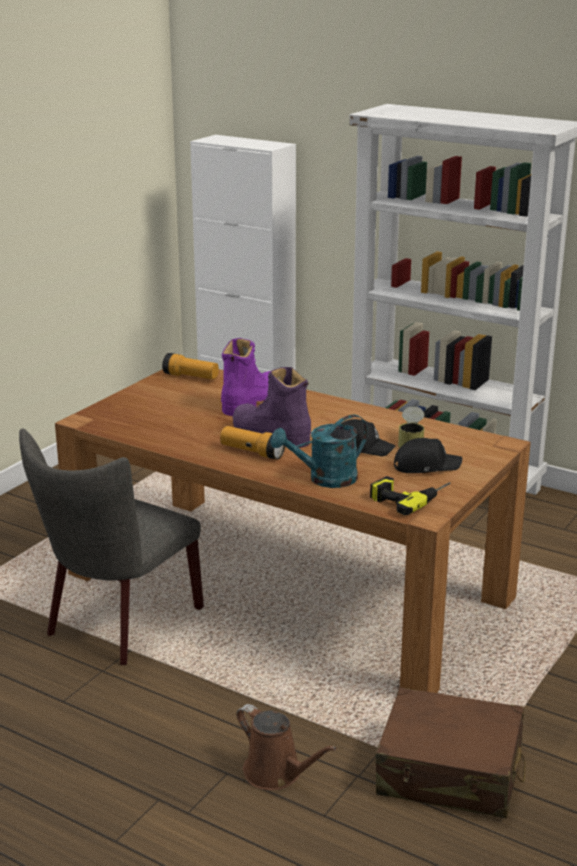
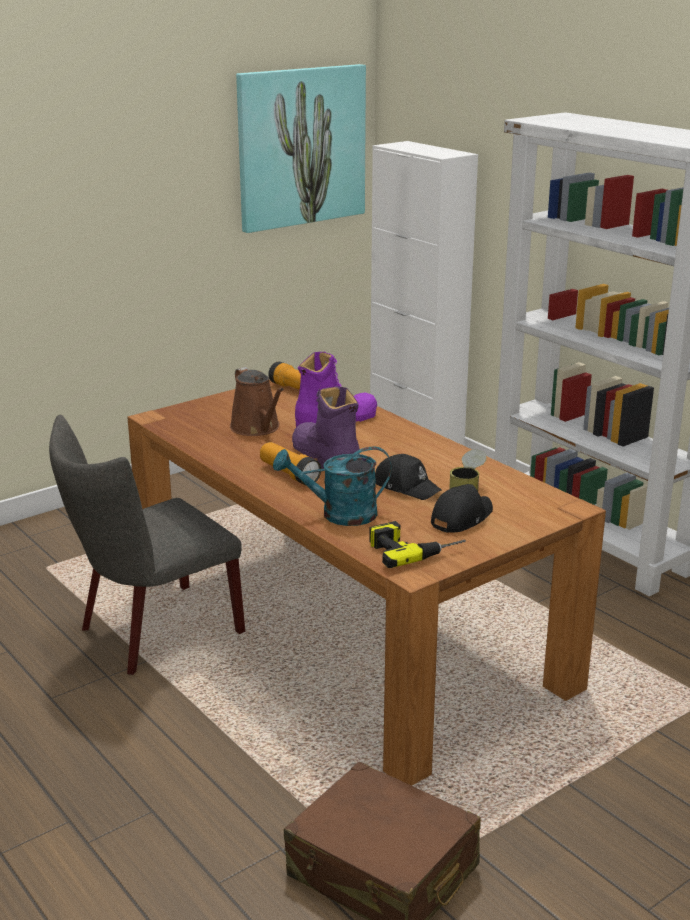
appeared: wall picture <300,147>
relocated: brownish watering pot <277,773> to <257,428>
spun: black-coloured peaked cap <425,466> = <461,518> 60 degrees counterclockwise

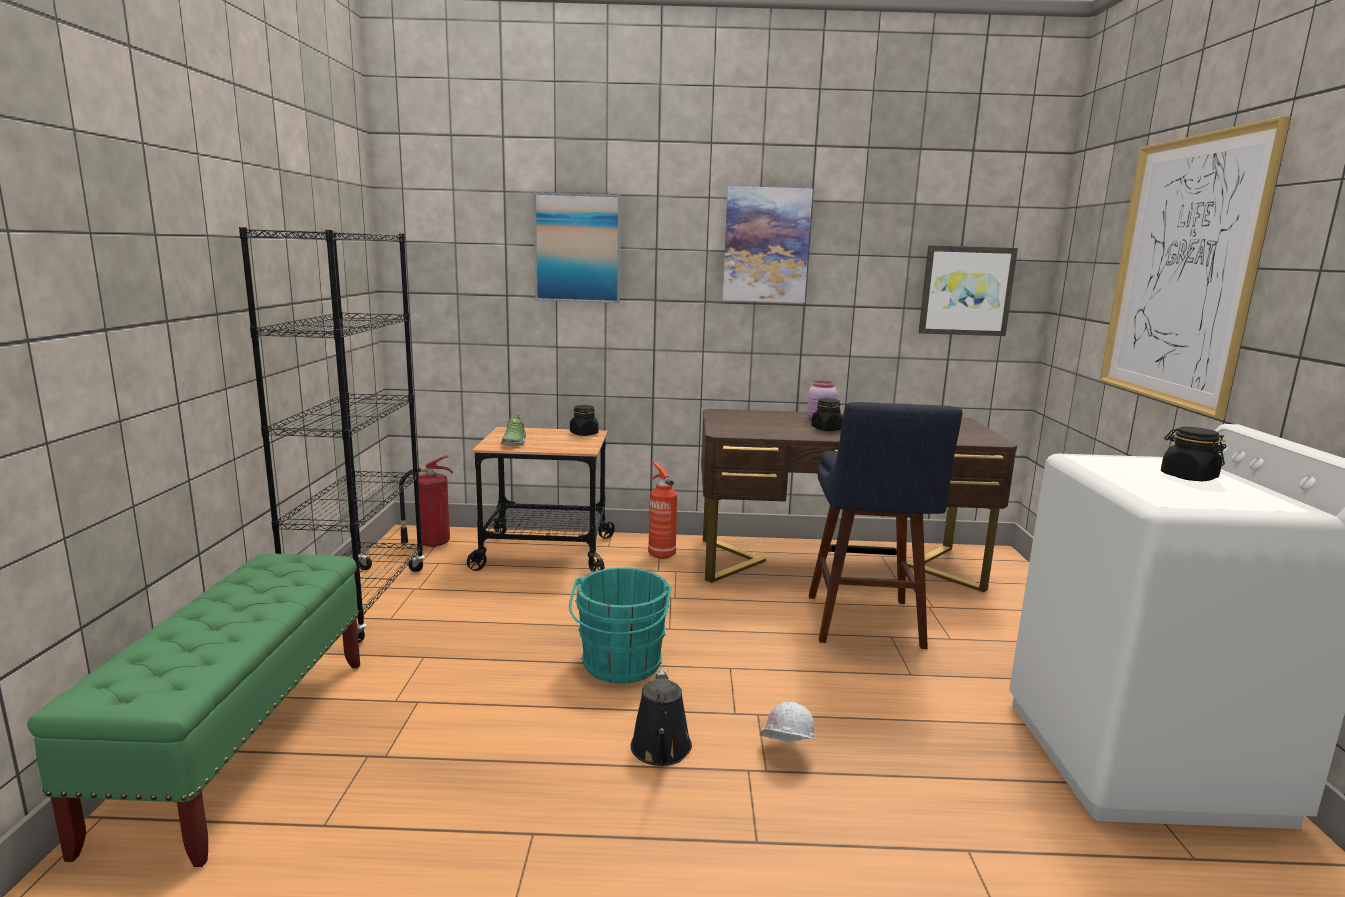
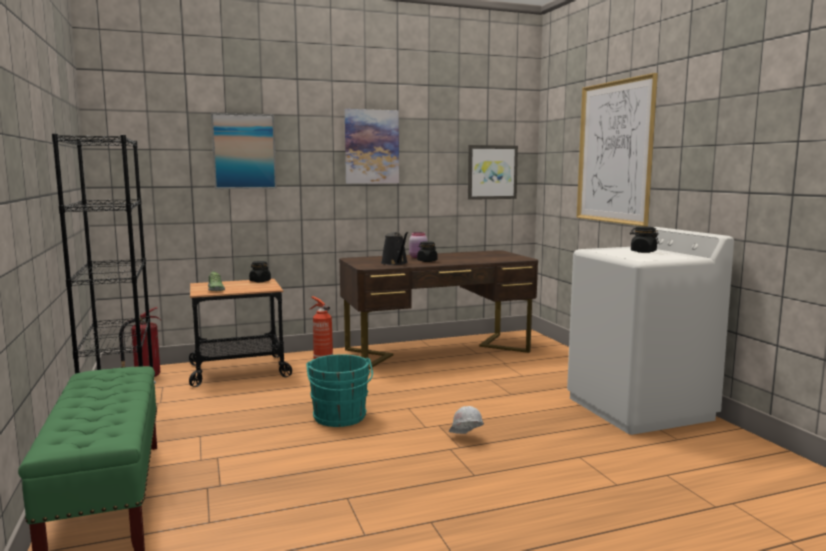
missing: blue stool <865,625>
relocated: black-coloured watering pot <661,751> to <395,263>

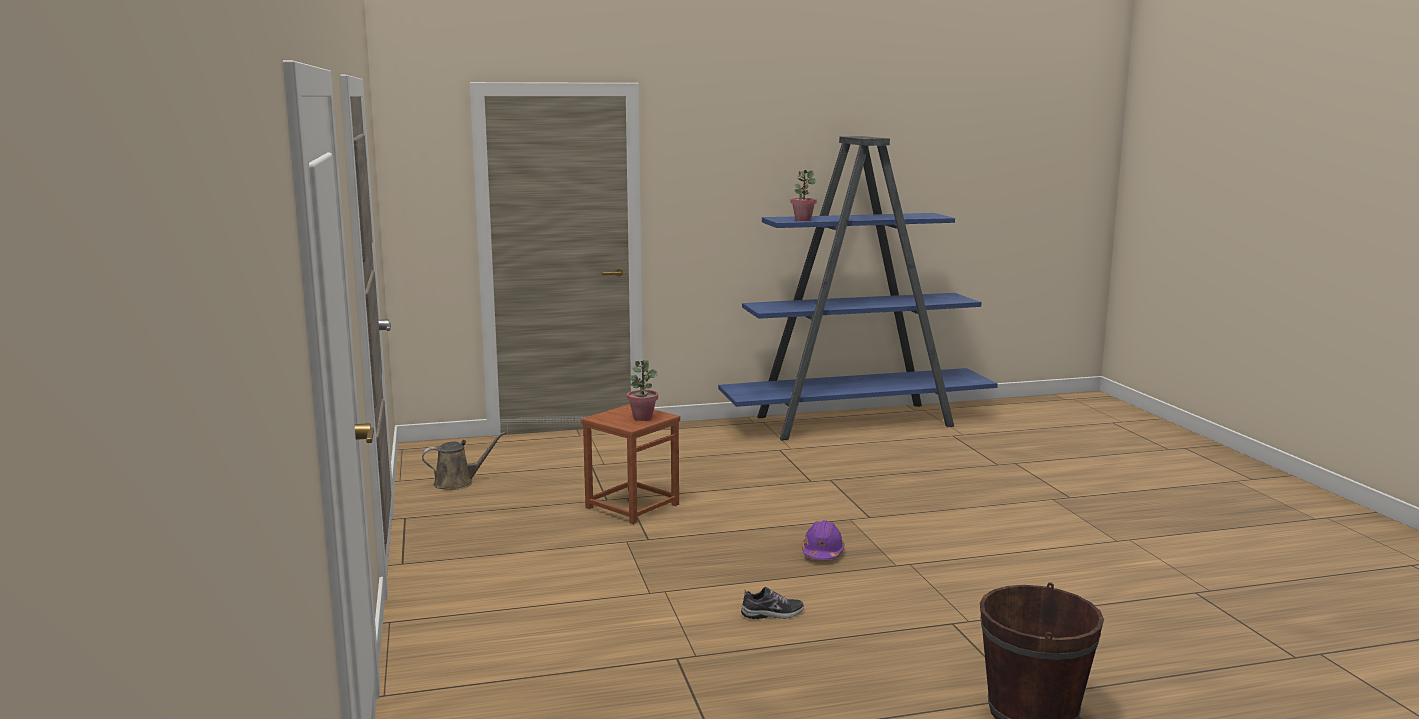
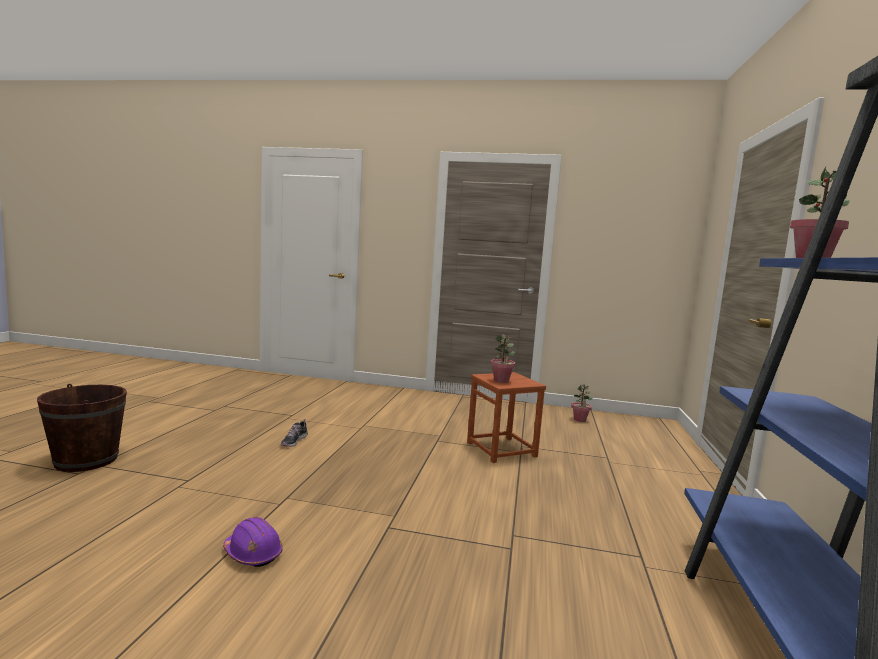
relocated: purplish safety helmet <822,553> to <253,553>
exchanged: brownish watering pot <458,483> to plant in a pot <580,420>

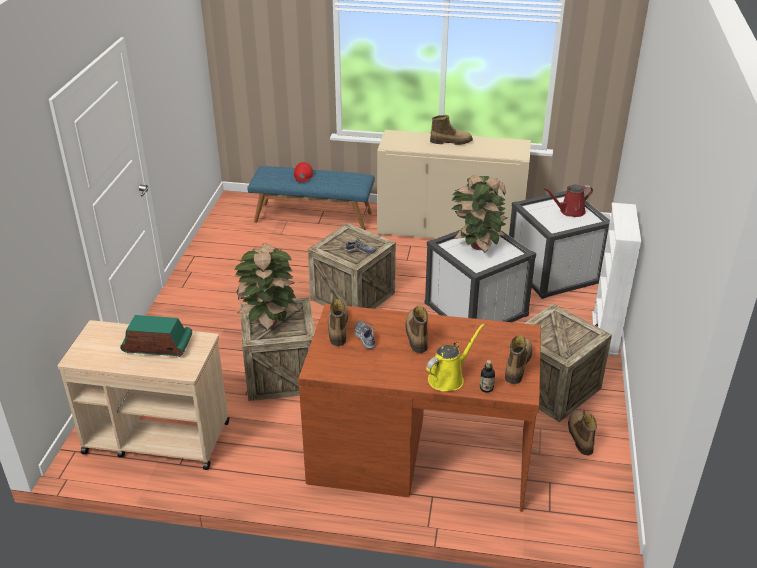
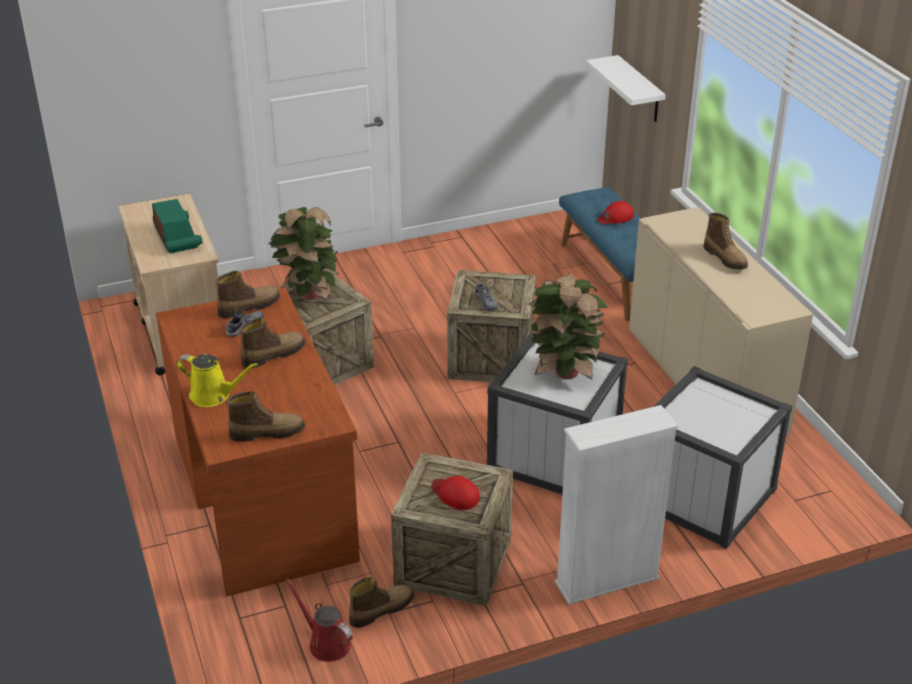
missing: drink bottle <486,388>
appeared: reddish peaked cap <455,494>; whitish bracket shelf <640,90>
relocated: reddish watering pot <570,211> to <326,643>

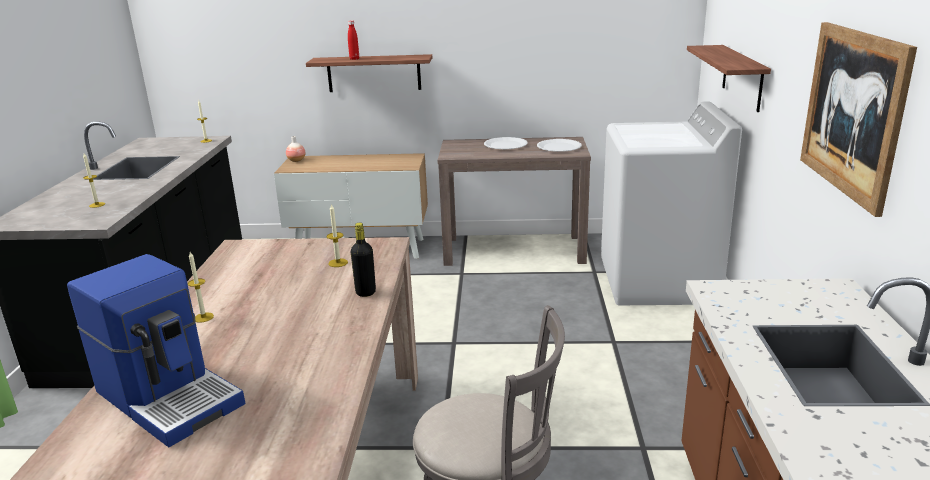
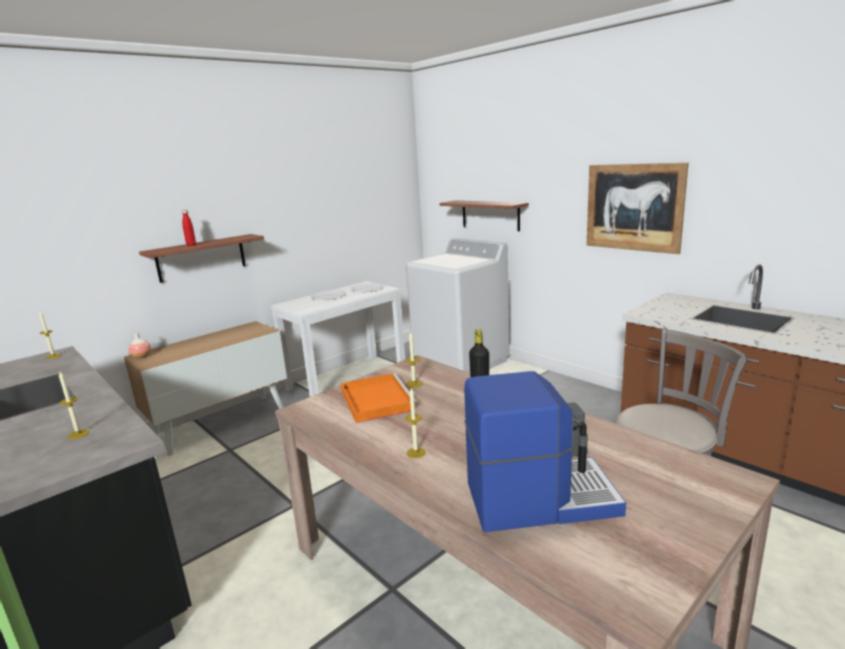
appeared: orange tray <376,400>
colour: brownish console table <514,250> to whitish console table <347,378>

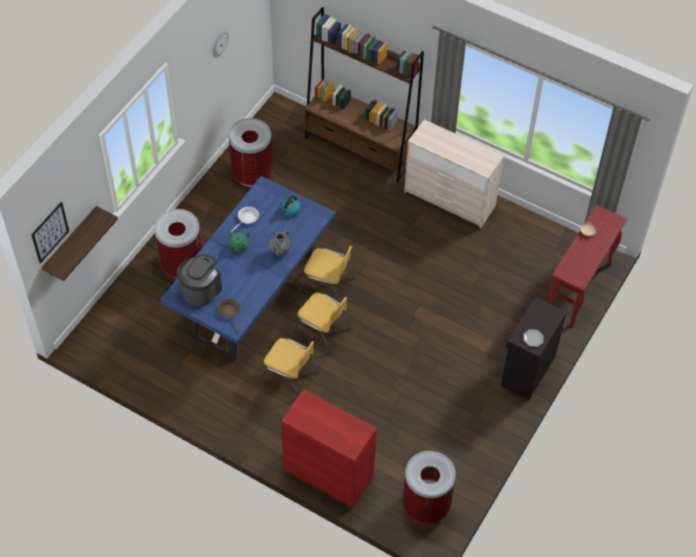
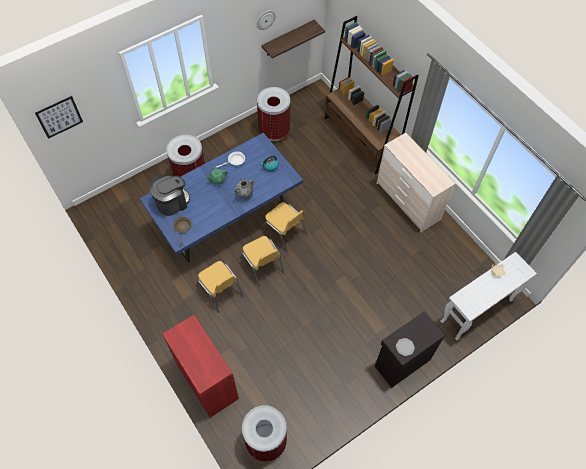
relocated: bracket shelf <71,243> to <288,38>
colour: reddish console table <579,288> to whitish console table <476,311>

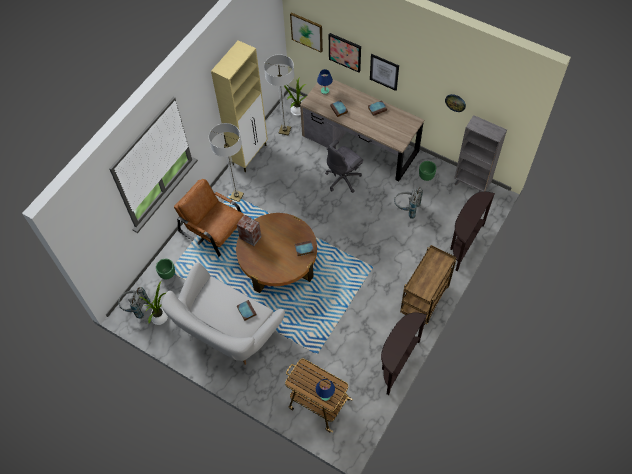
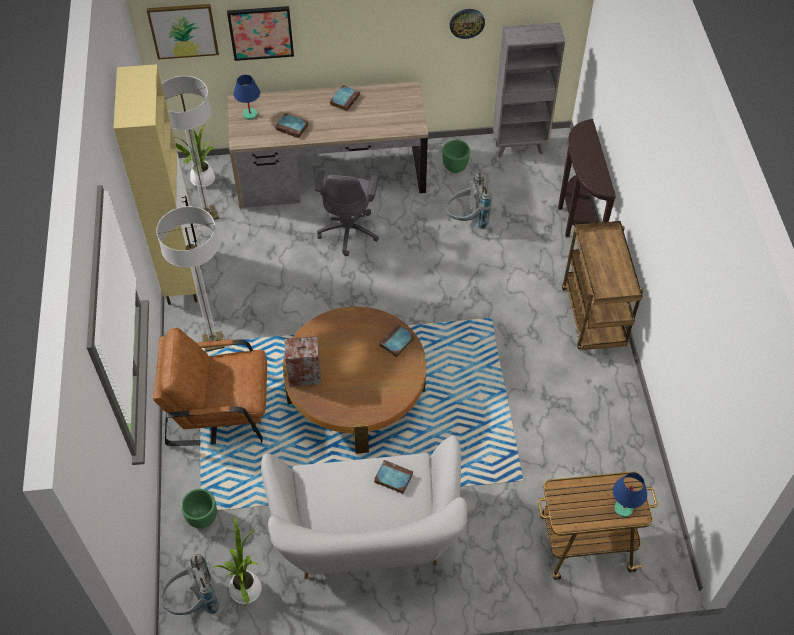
missing: wall picture <384,72>; brownish console table <396,363>

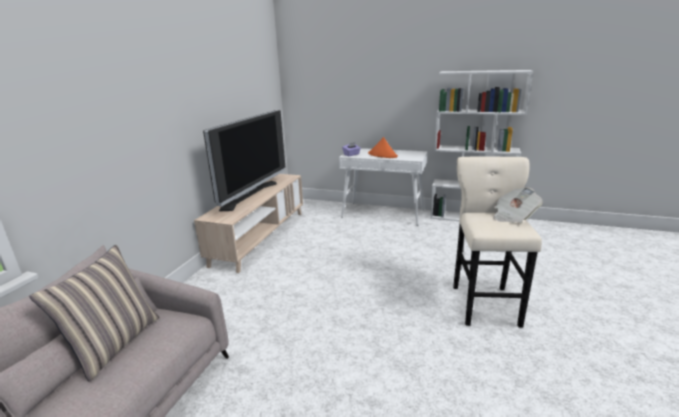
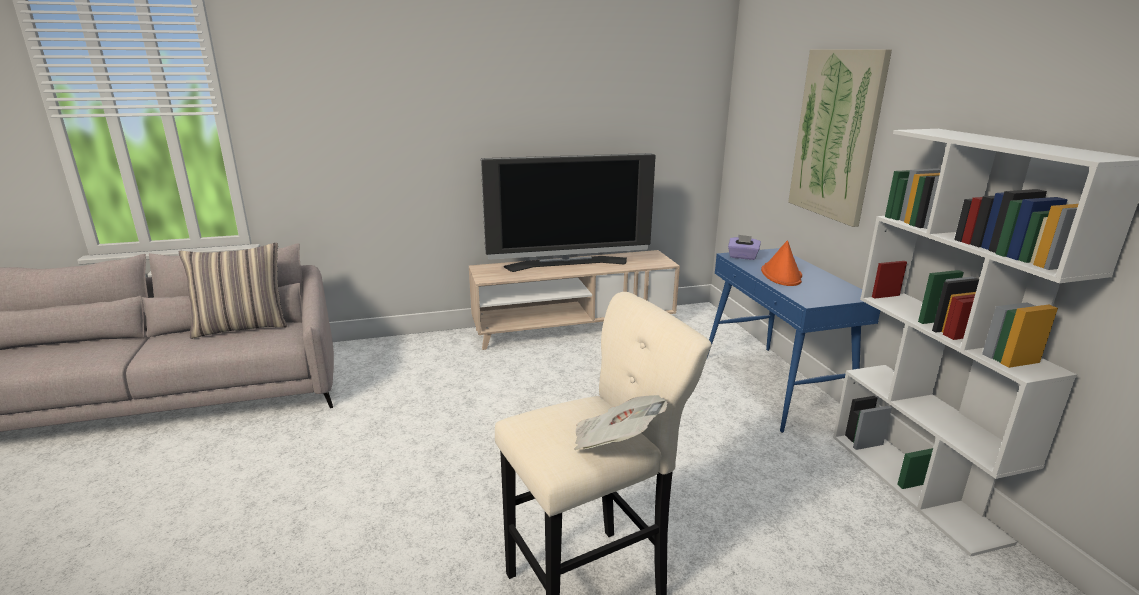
appeared: wall picture <836,135>
colour: whitish console table <383,213> to blue console table <775,386>

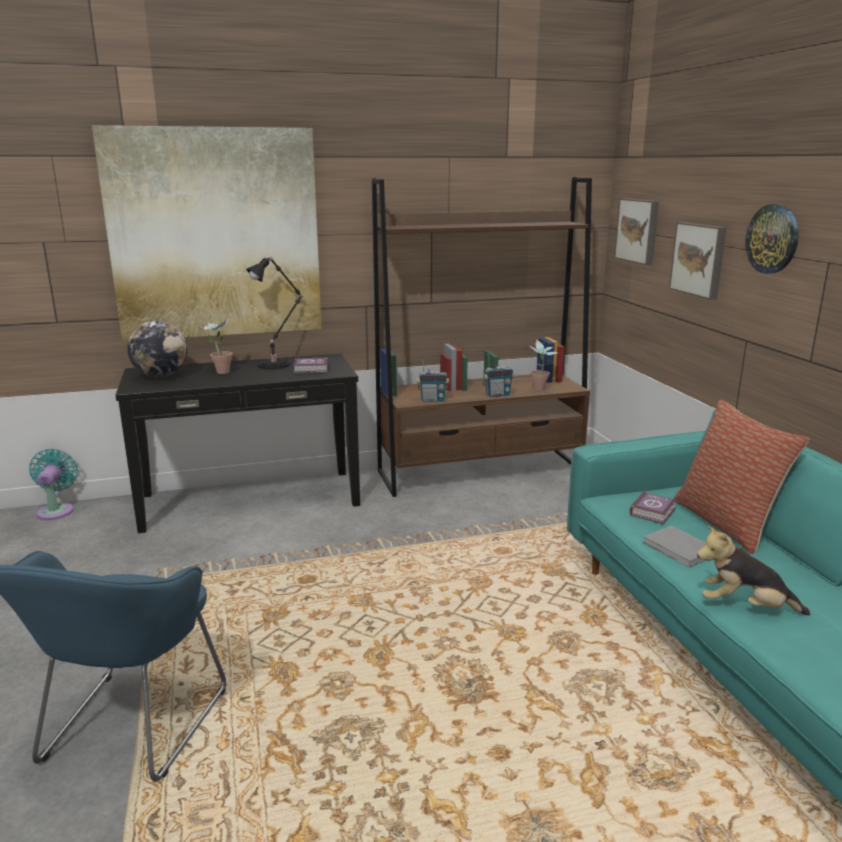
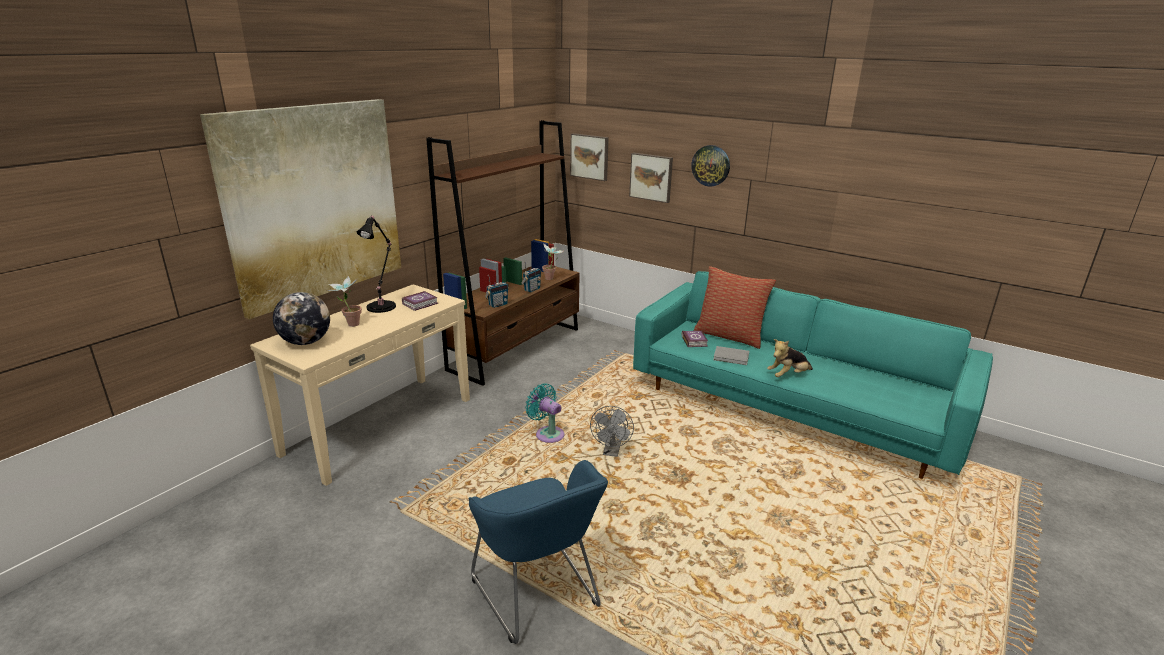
appeared: gray cooling fan <611,452>
relocated: turquoise cooling fan <56,510> to <547,433>
colour: black-coloured console table <250,499> to sand-coloured console table <379,425>

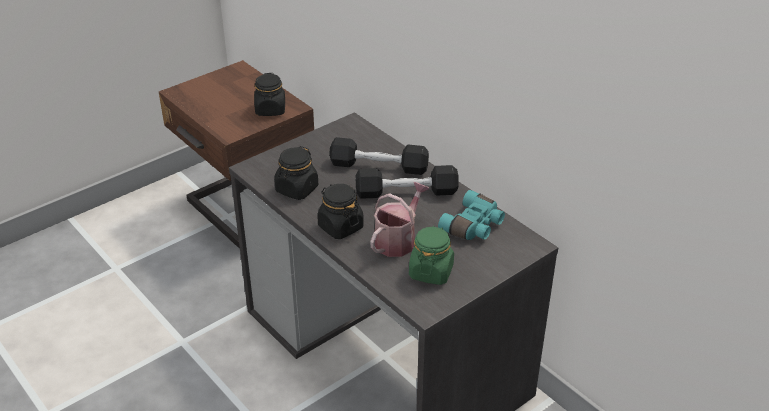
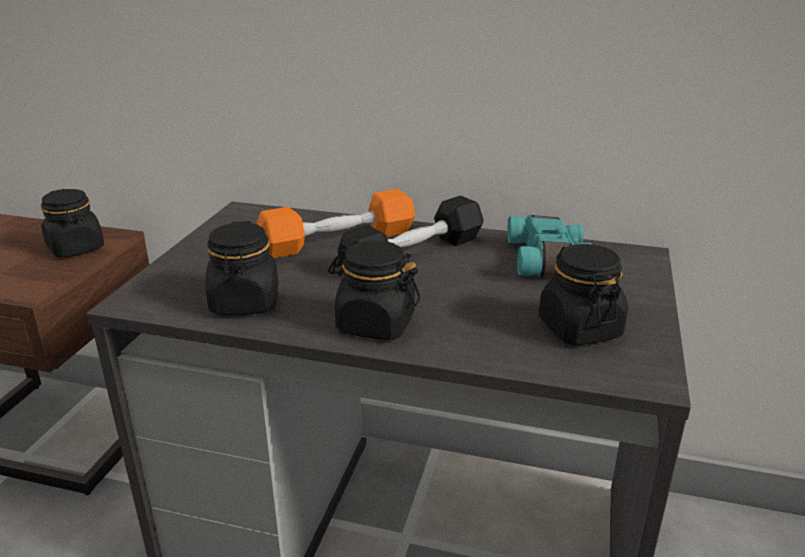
missing: watering pot <398,240>
colour: black-coloured free weight <378,166> to orange free weight <338,241>; green jar <431,272> to black-coloured jar <579,328>

